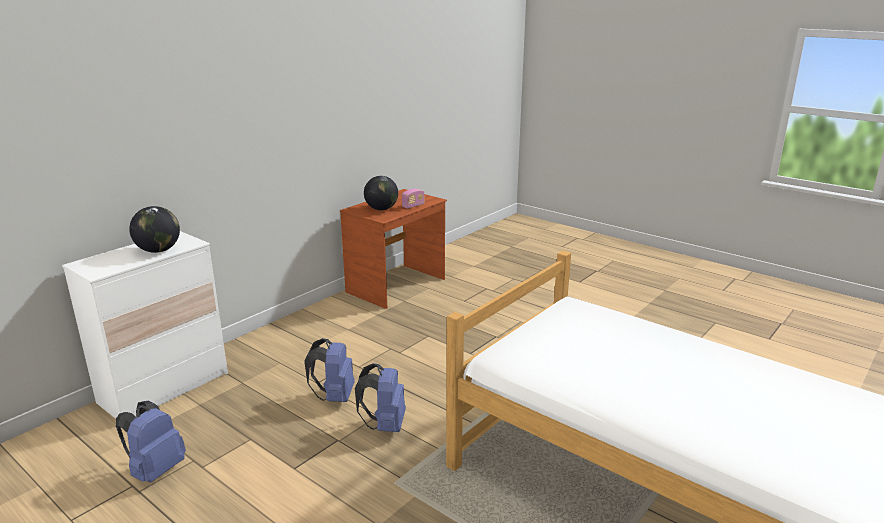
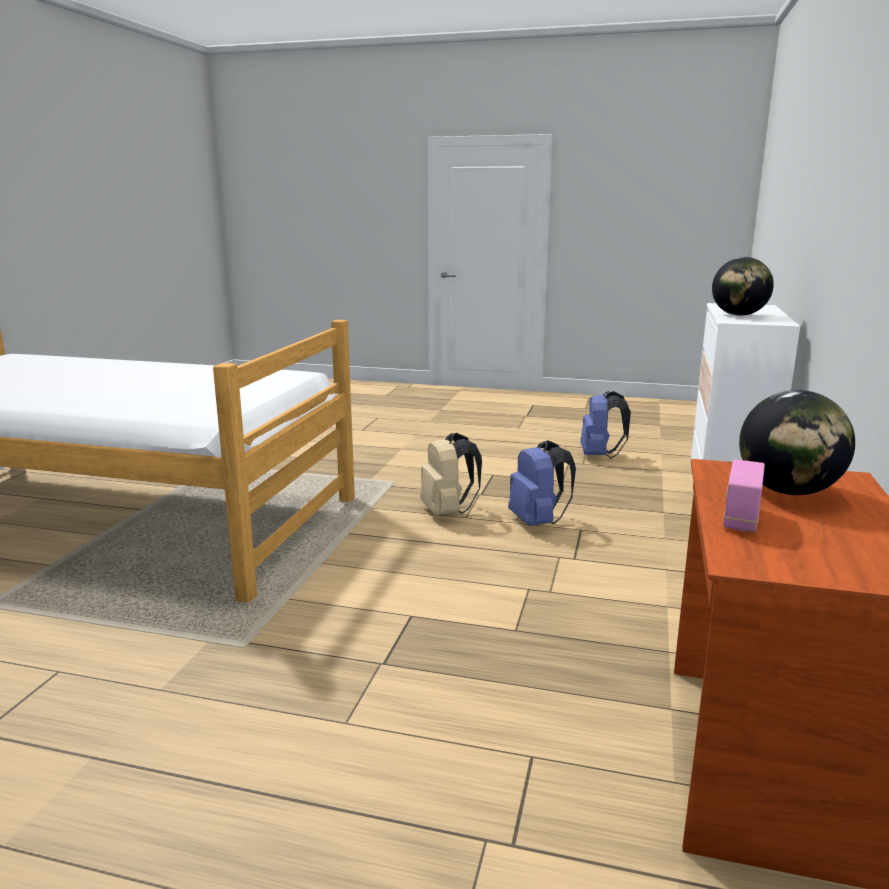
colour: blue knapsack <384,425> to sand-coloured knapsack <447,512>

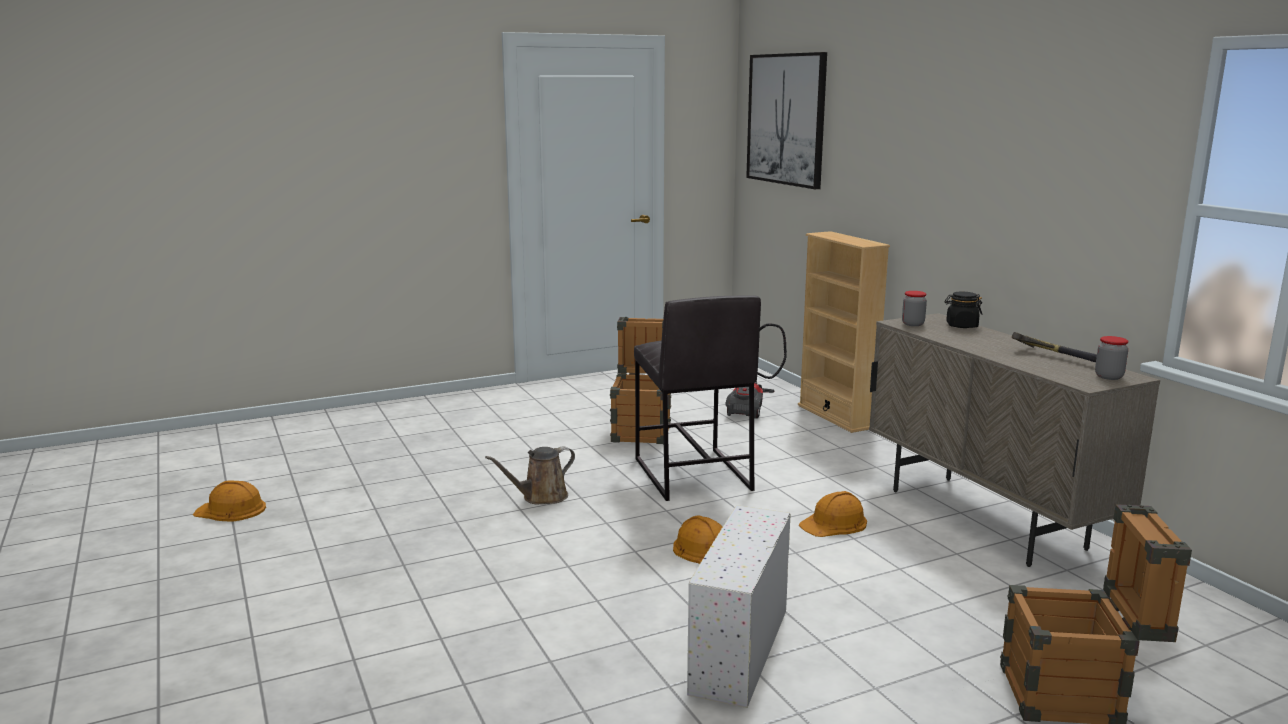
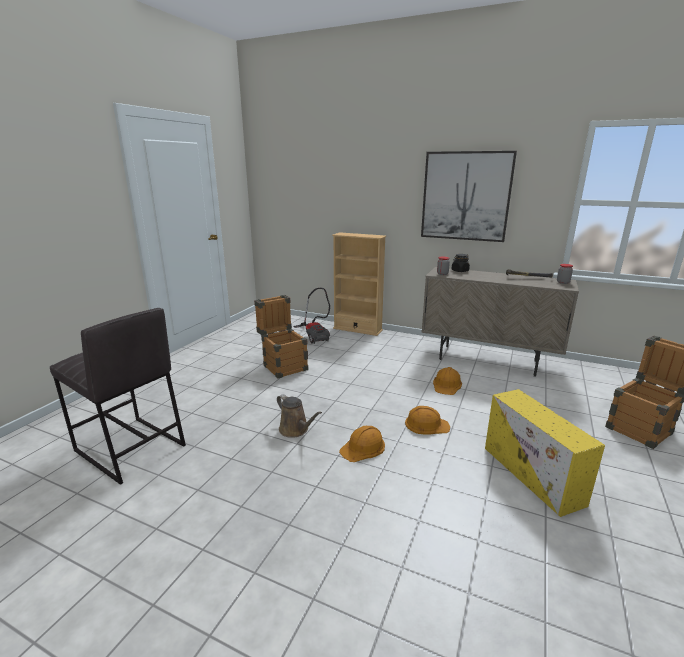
relocated: orange safety helmet <231,510> to <363,448>; gray stool <691,474> to <129,449>; wall picture <786,119> to <465,196>
colour: whitish storage bin <739,652> to yellowish storage bin <533,476>
spun: brownish watering pot <541,497> = <295,430> 60 degrees counterclockwise

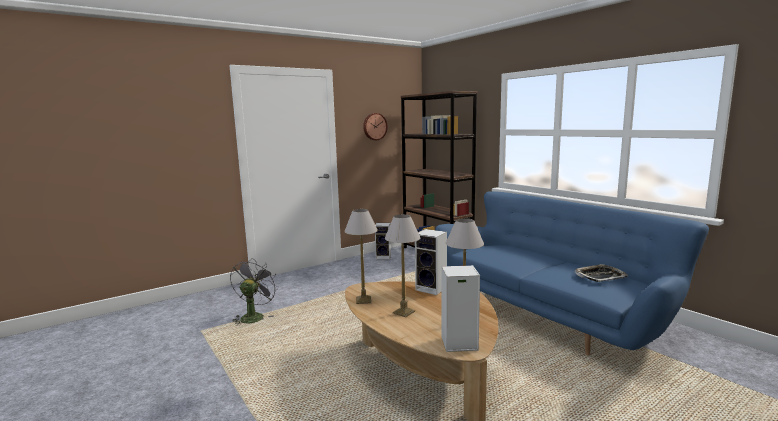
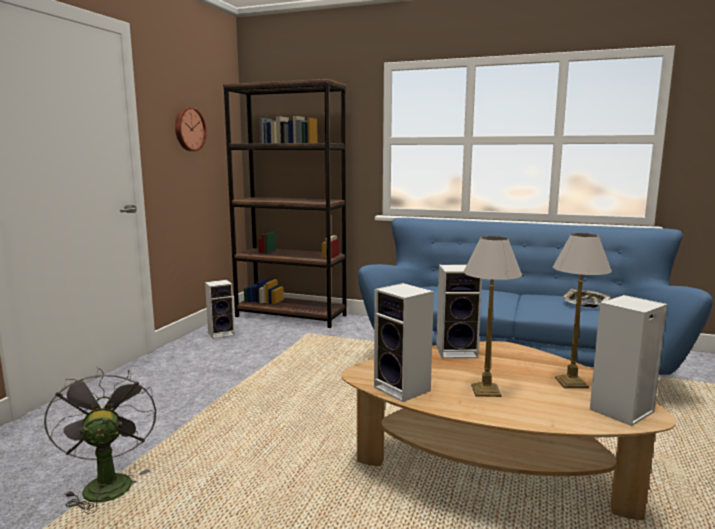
exchanged: table lamp <364,300> to speaker <404,389>

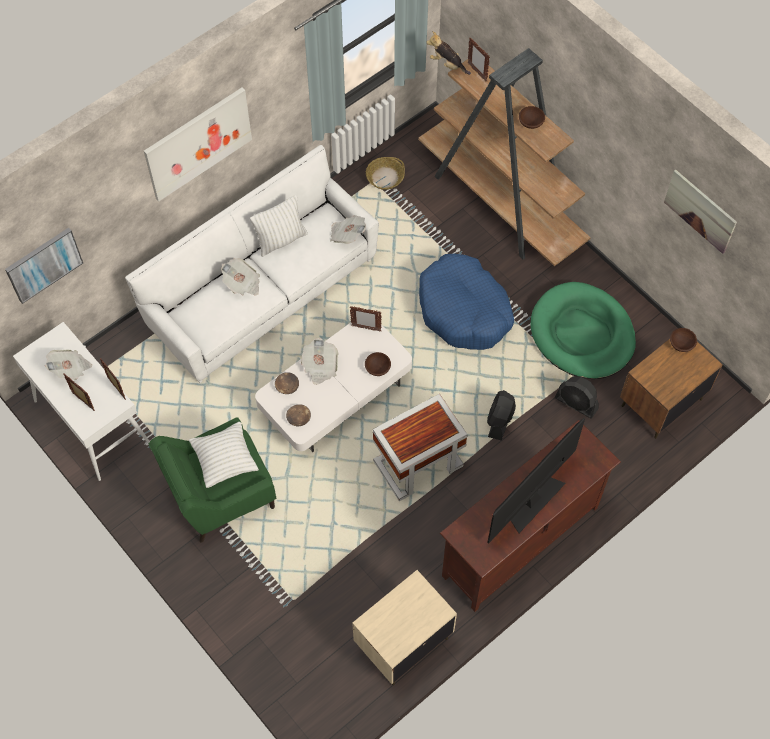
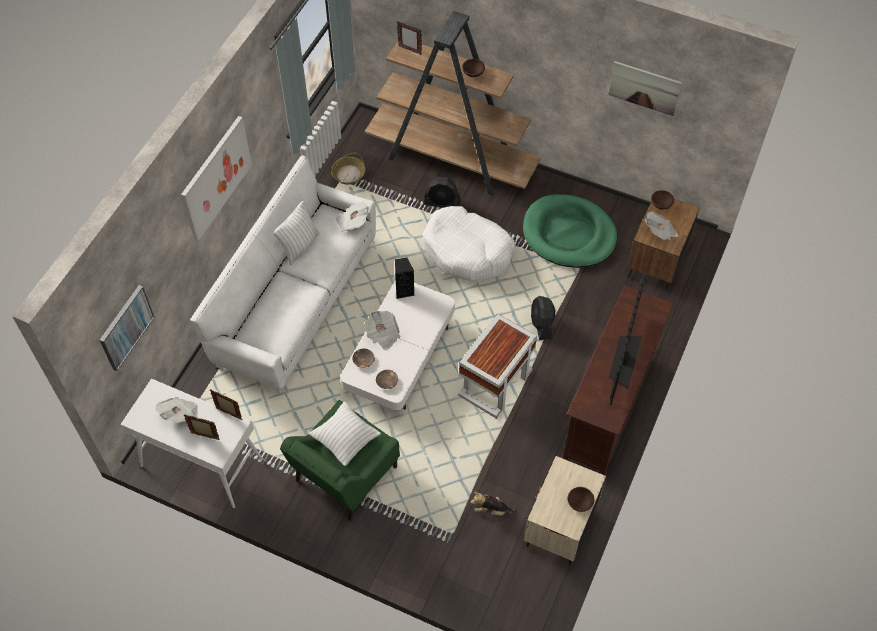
relocated: printed paper <242,284> to <660,232>; brownish deep dish <377,368> to <579,503>; plush toy <447,64> to <492,510>; black-coloured cooling fan <576,403> to <442,202>
exchanged: picture frame <366,328> to black-coloured speaker <404,290>
colour: blue dog cushion <464,310> to whitish dog cushion <467,251>

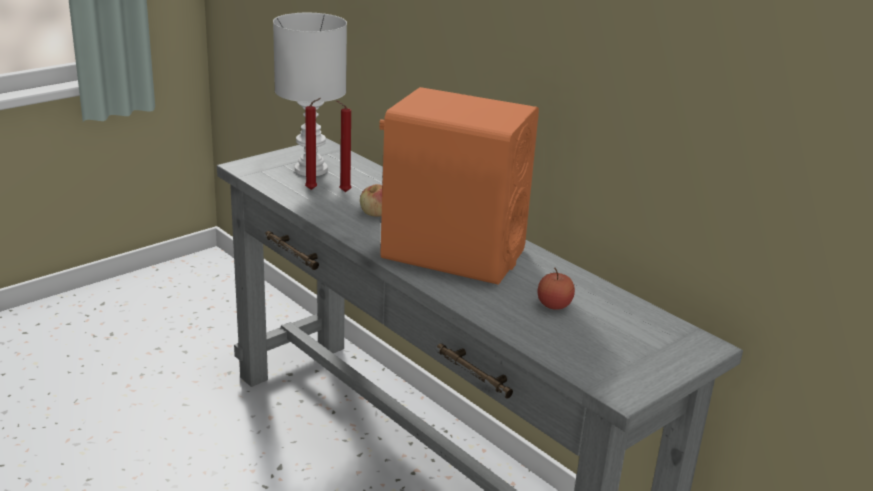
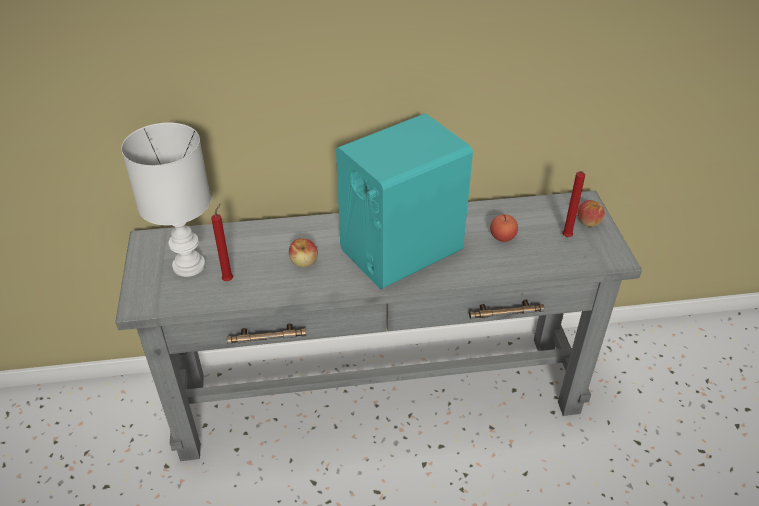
appeared: whole apple <588,222>
relocated: reddish candle <343,192> to <566,238>
colour: orange speaker <452,254> to turquoise speaker <400,250>

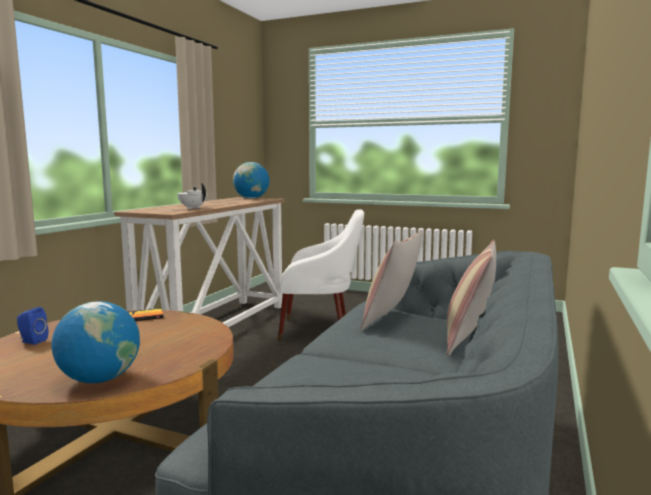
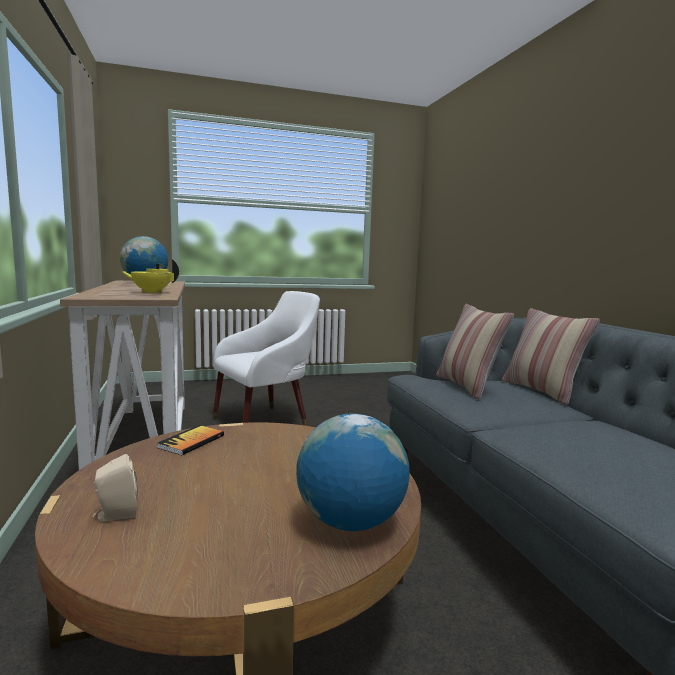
colour: blue speaker <32,341> to sand-coloured speaker <115,515>; whitish pot for tea <192,208> to yellowish pot for tea <151,292>

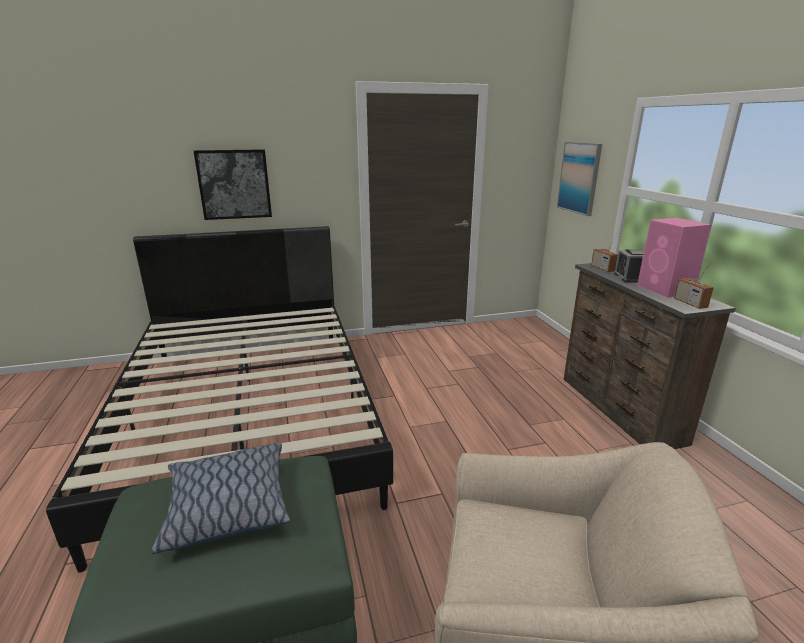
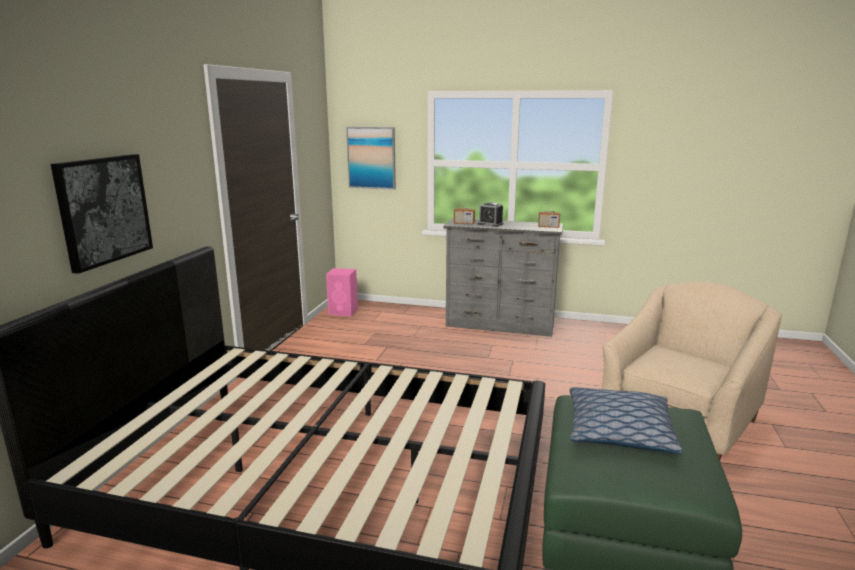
relocated: pink speaker <665,290> to <344,311>
colour: brownish chest of drawers <618,409> to gray chest of drawers <500,326>

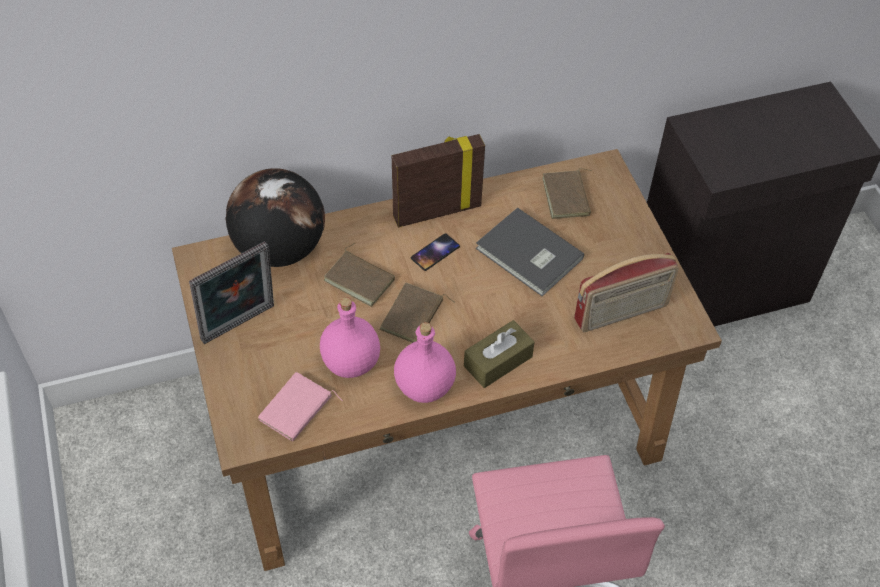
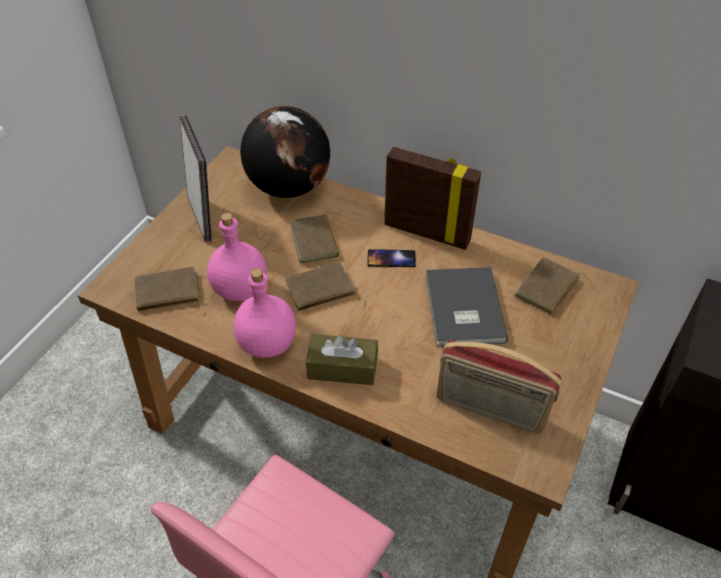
colour: pink book <297,410> to brownish book <167,293>
spun: picture frame <240,326> = <204,216> 120 degrees counterclockwise

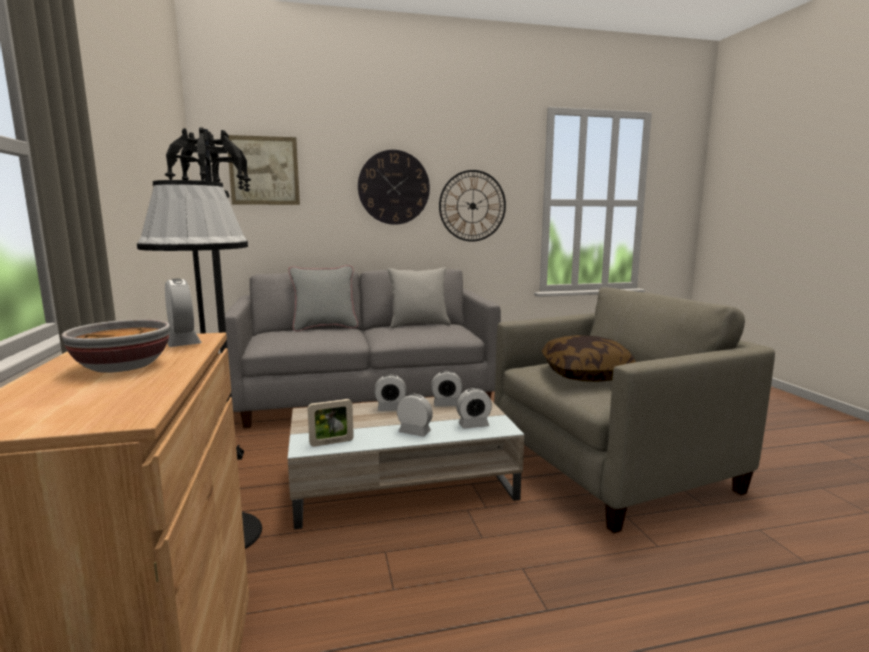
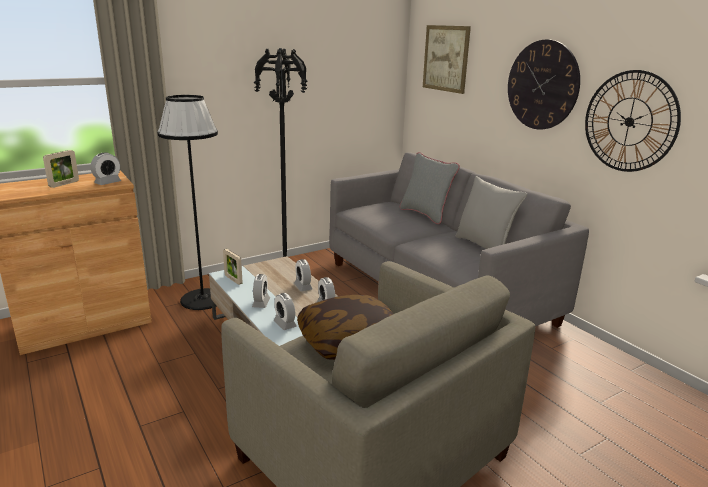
exchanged: deep dish <122,366> to picture frame <64,184>

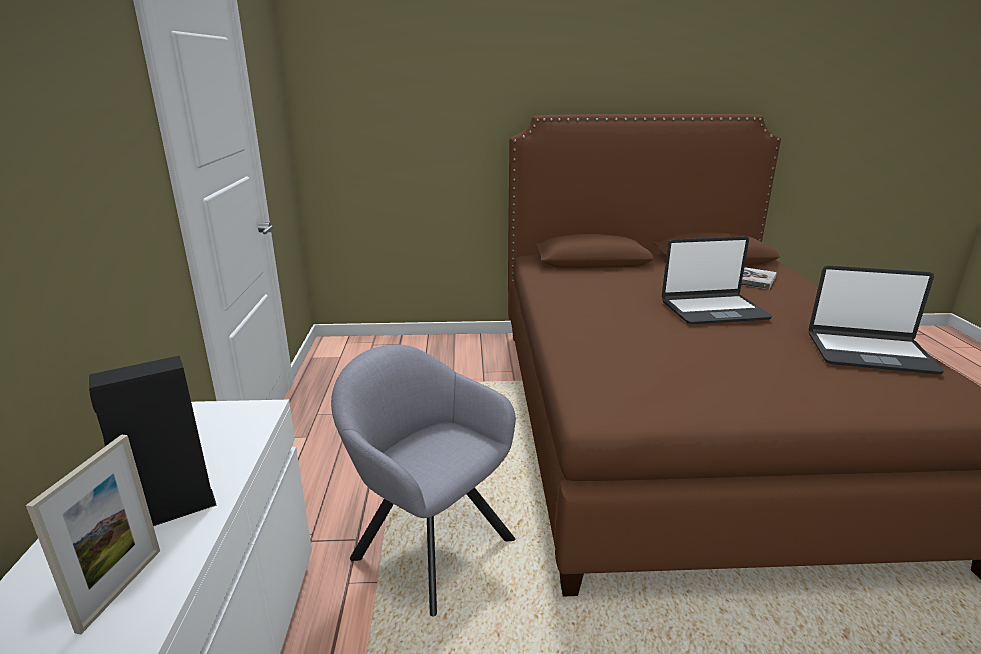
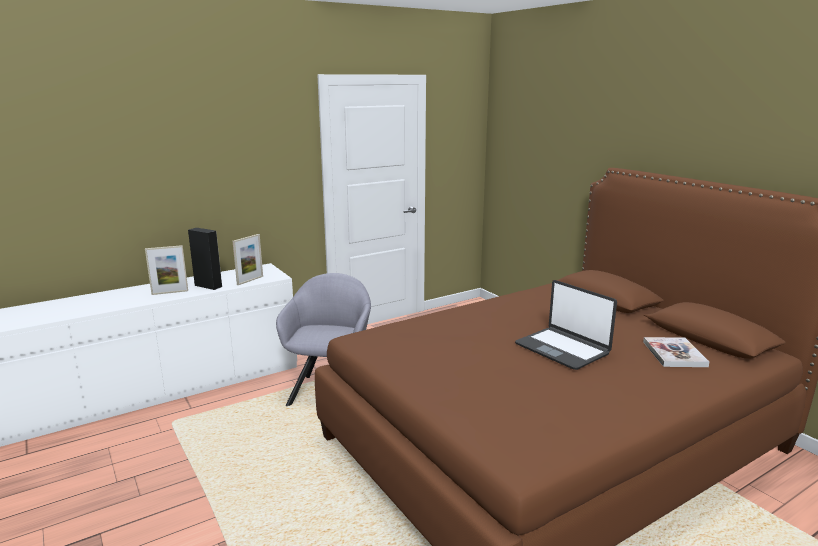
missing: portable computer <869,353>
appeared: picture frame <250,280>

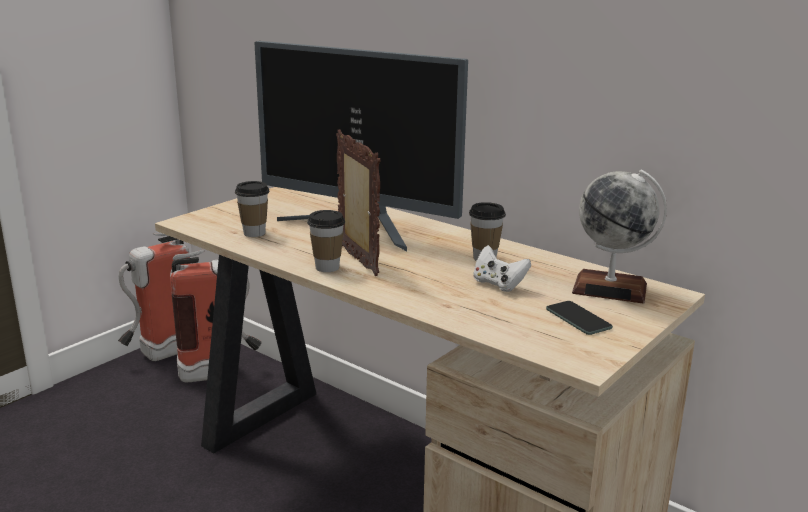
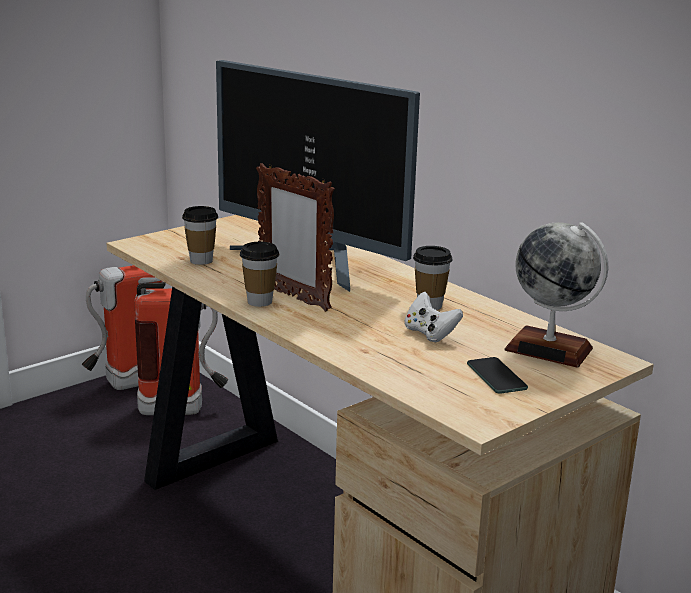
spun: picture frame <357,261> = <293,297> 150 degrees clockwise

